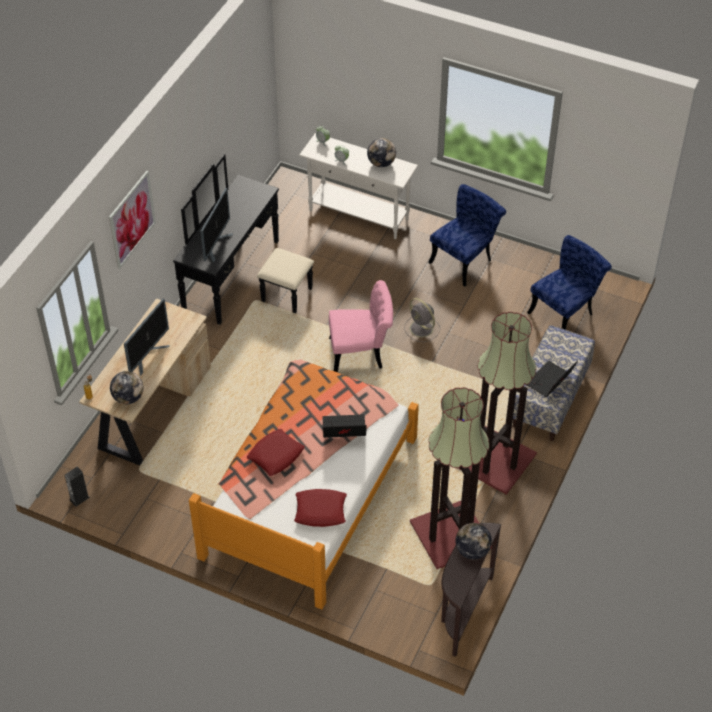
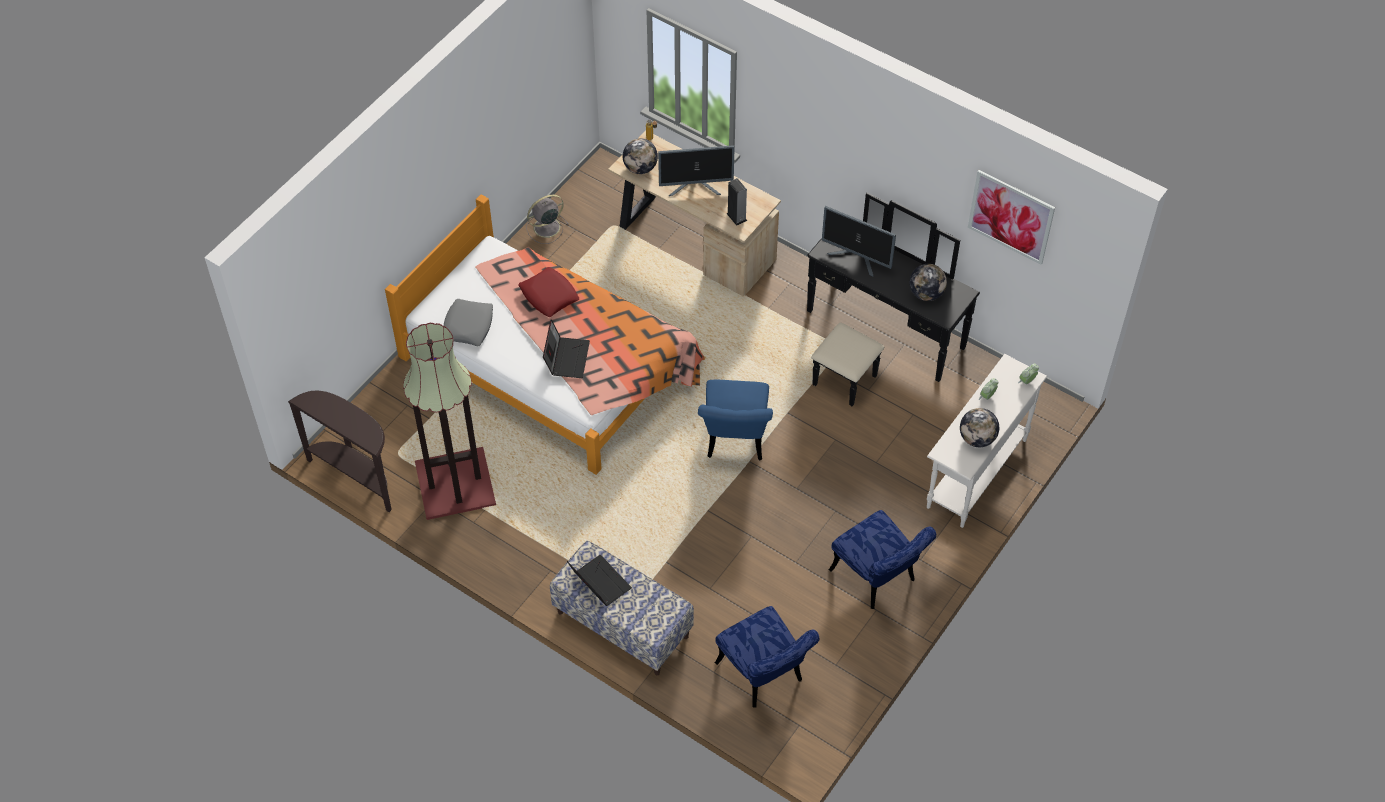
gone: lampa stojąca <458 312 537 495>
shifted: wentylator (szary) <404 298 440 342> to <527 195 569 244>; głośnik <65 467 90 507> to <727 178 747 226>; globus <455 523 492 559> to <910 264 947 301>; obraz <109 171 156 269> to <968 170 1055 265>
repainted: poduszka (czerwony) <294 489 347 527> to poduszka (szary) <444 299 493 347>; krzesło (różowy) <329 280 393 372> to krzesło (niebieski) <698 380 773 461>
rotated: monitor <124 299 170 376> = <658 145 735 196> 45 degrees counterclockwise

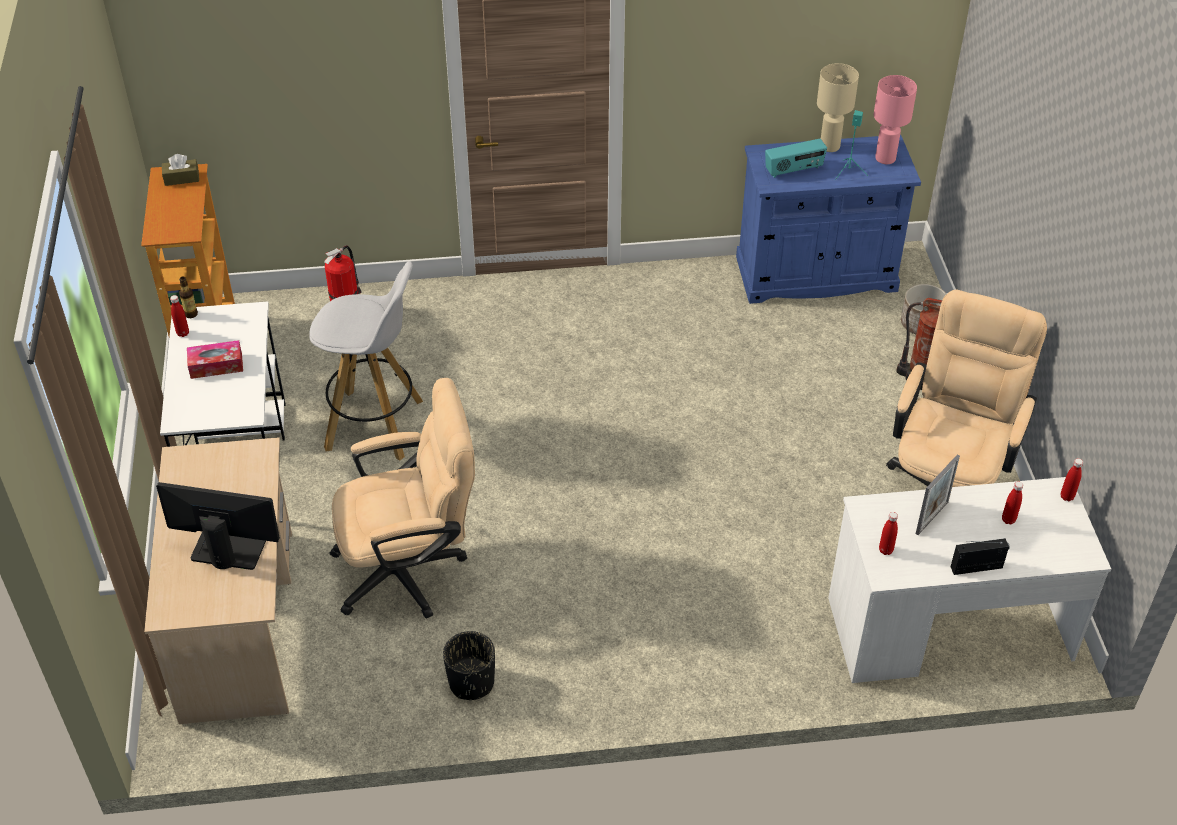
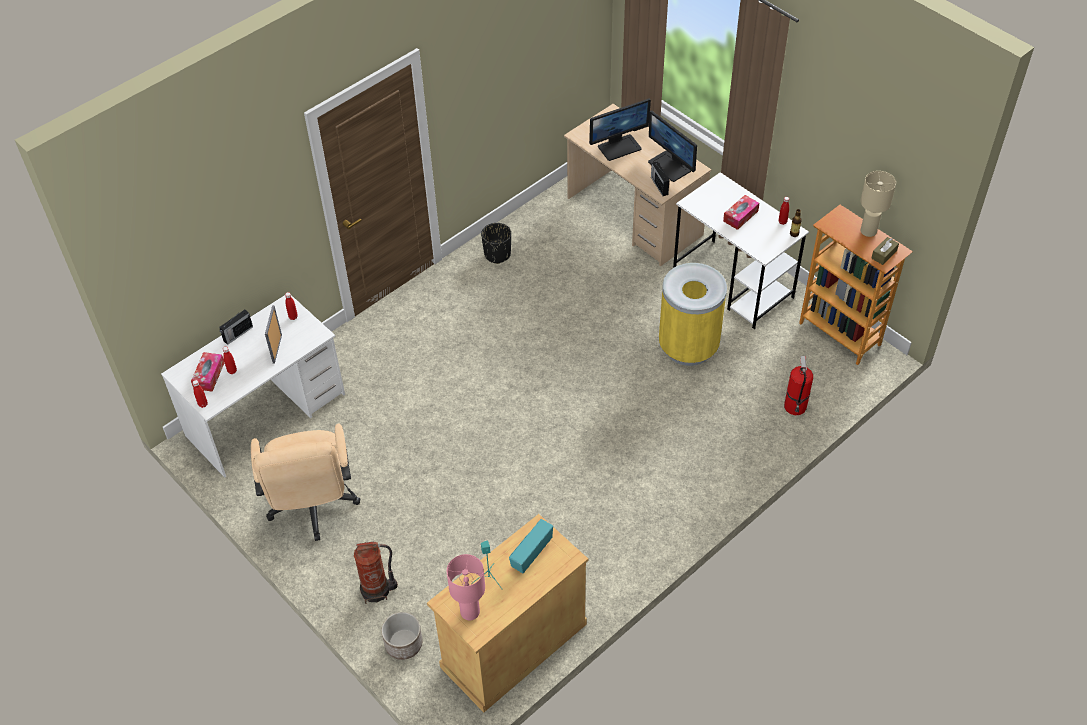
gone: krzesło biurowe (beżowy) <329 378 475 619>
new: pudełko chusteczek <191 352 225 392>; monitor <648 110 697 182>; radio <651 161 669 196>
shifted: lampa stołowa (beżowy) <817 63 859 152> to <860 171 896 237>
swapped: stołek (biały) <309 261 423 461> to kosz na śmieci (żółty) <659 263 727 366>
repainted: szafka (niebieski) <736 135 921 304> to szafka (beżowy) <427 514 588 713>

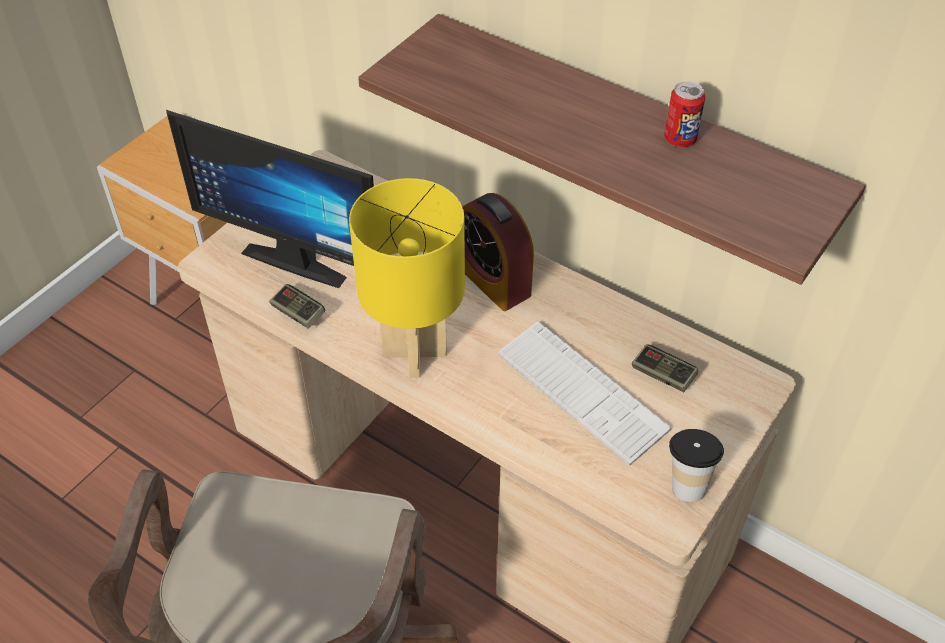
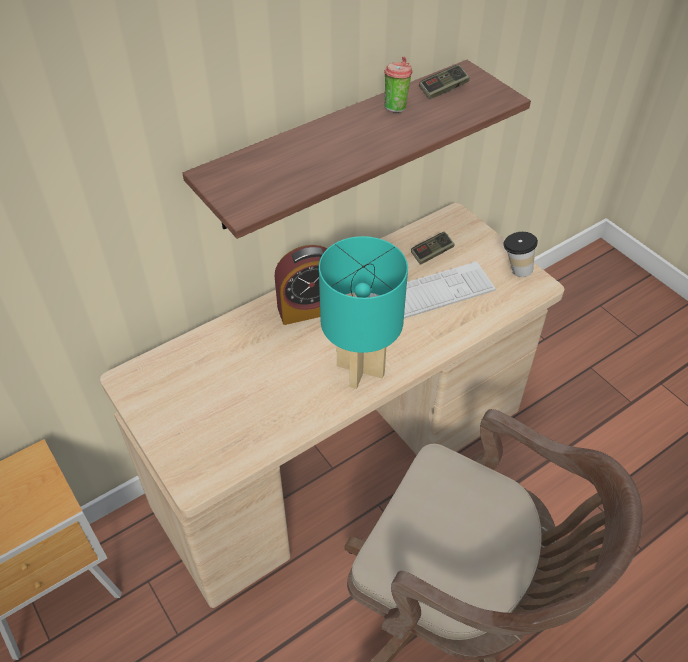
gone: monitor <166 110 374 288>
shifted: pad do gier <269 284 325 329> to <419 65 469 100>
swapped: puszka <664 81 705 147> to filiżanka <384 57 412 113>
repainted: lampa stołowa (żółty) <349 178 465 378> to lampa stołowa (turkusowy) <319 236 408 389>

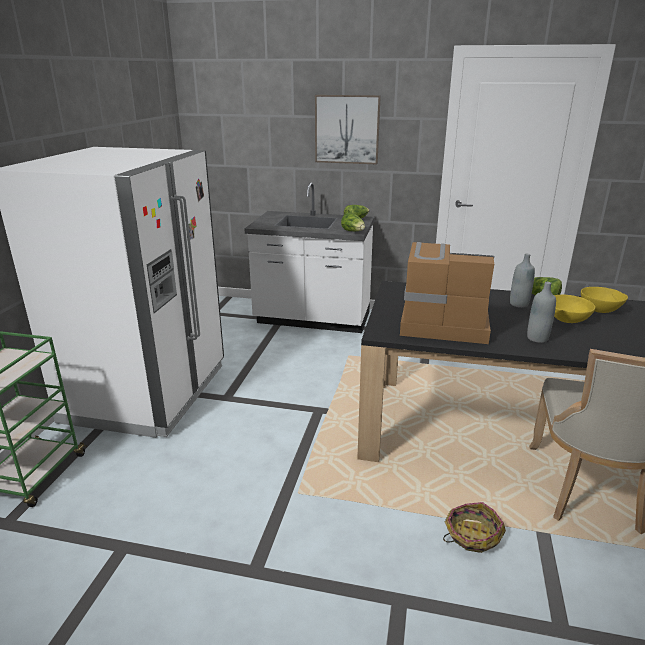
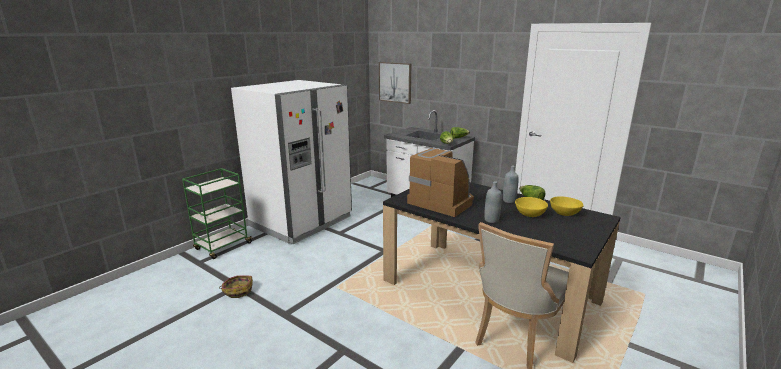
shifted: koszyk <443 502 506 553> to <220 275 253 298>; obraz <315 95 381 164> to <379 62 411 104>

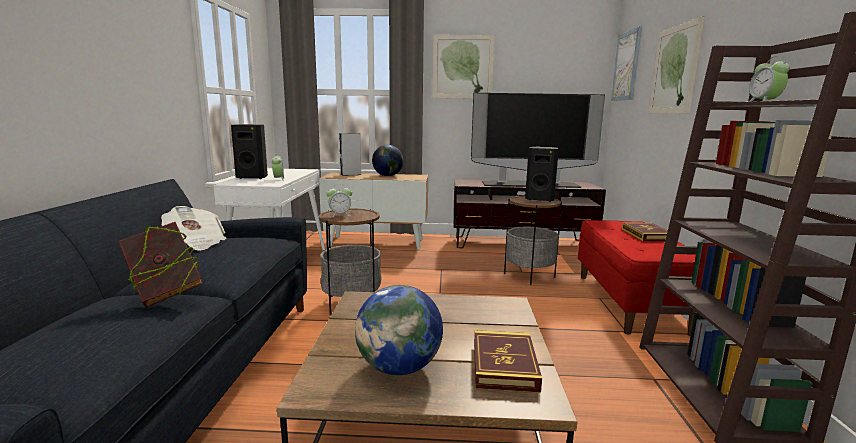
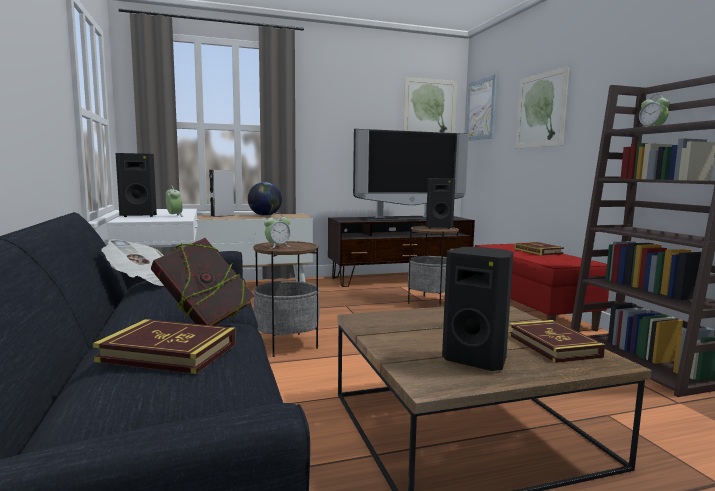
new: książka <93 319 236 374>
shifted: obraz <433 35 495 99> to <403 77 457 133>
swapped: globus <355 285 443 375> to głośnik (czarny) <442 247 513 371>

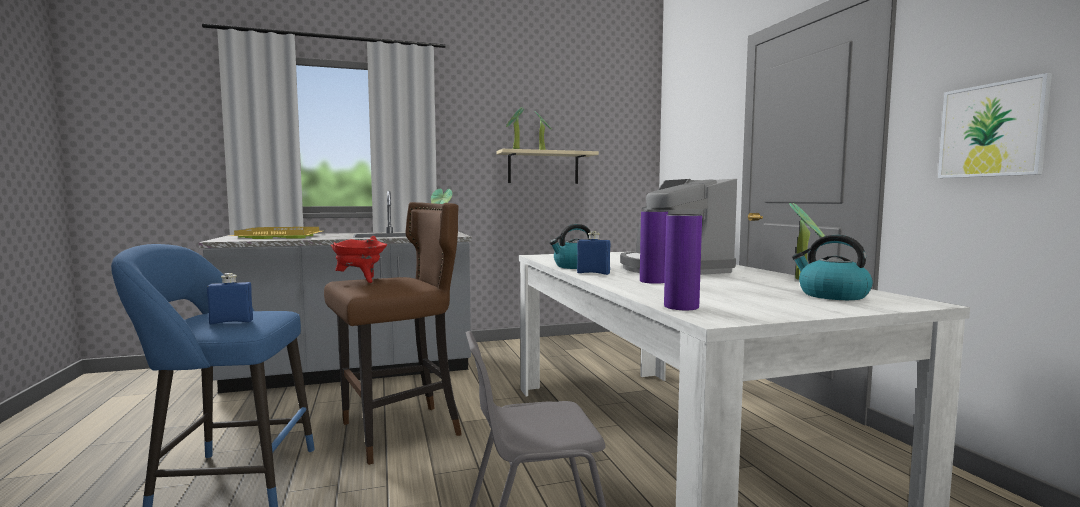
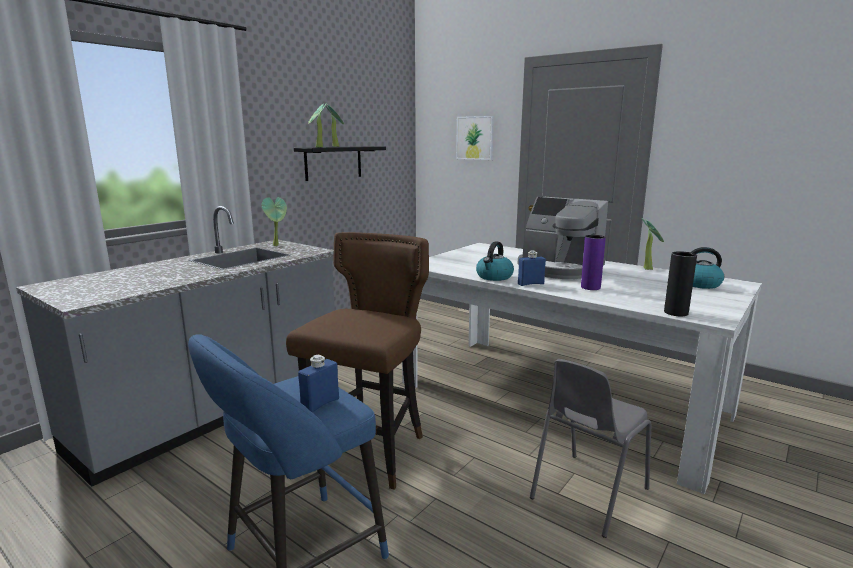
gone: taca (żółty) <231 227 322 239>; garnek (czerwony) <331 236 387 283>
shifted: obraz <938 73 1052 178> to <456 116 494 160>
repainted: półka (beżowy) <496 149 599 184> to półka (czarny) <294 146 386 181>; wazon (fioletowy) <664 214 702 310> to wazon (czarny) <664 251 697 316>

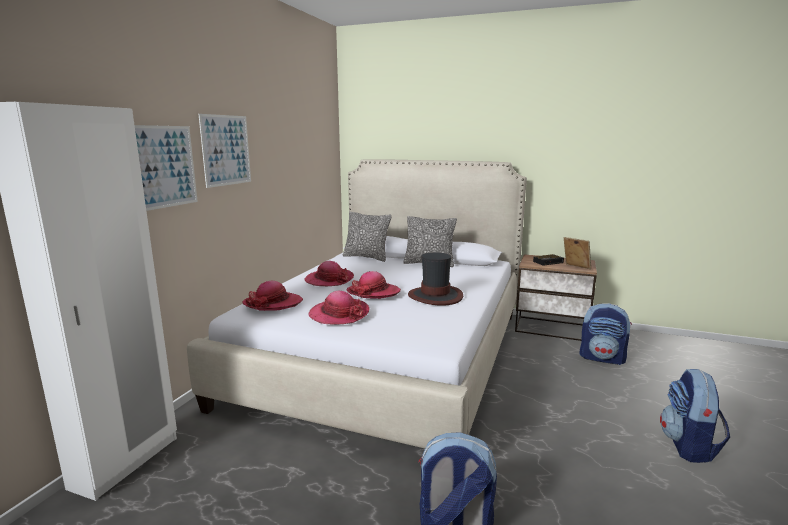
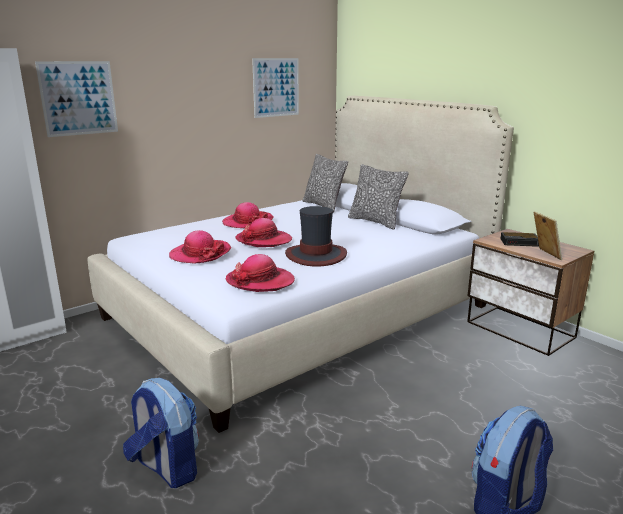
gone: plecak <579 303 632 365>
shifted: kapelusz <242 281 303 311> to <226 254 295 292>; obraz <199 114 251 188> to <252 58 299 118>

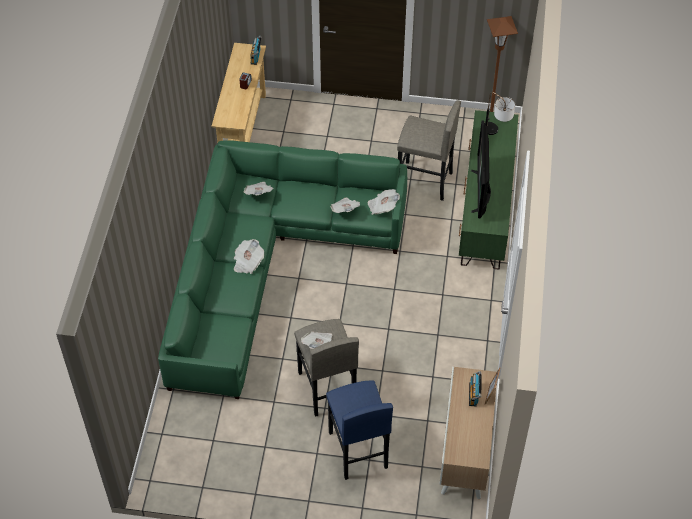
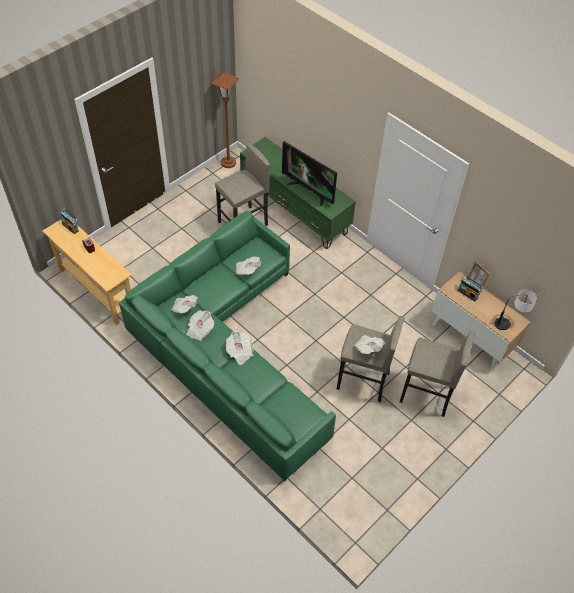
shifted: gazeta <368 189 400 215> to <186 310 214 341>; lampa stołowa <485 92 515 135> to <494 289 537 330>
repainted: stołek (niebieski) <326 381 393 480> to stołek (szary) <400 331 475 417>

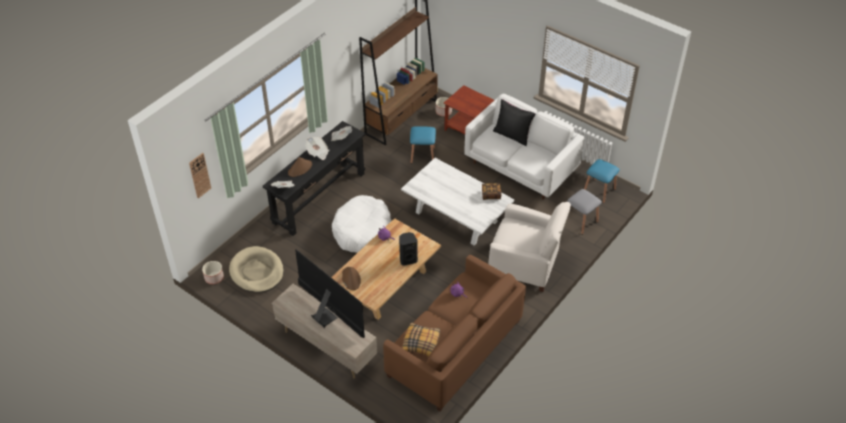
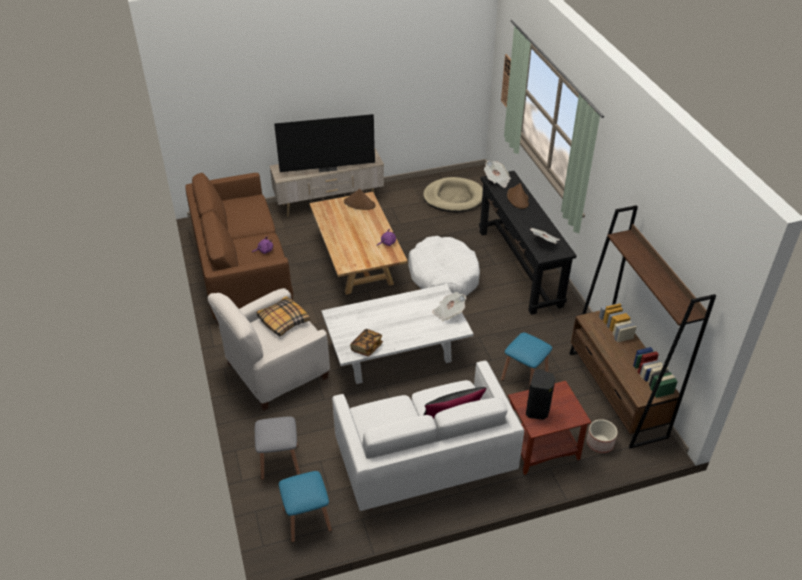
gone: donica <202 261 224 284>
shifted: poduszka <402 323 440 356> to <257 296 310 337>; gazeta <305 137 330 160> to <432 292 467 321>; głośnik (czarny) <399 232 418 266> to <526 369 555 420>

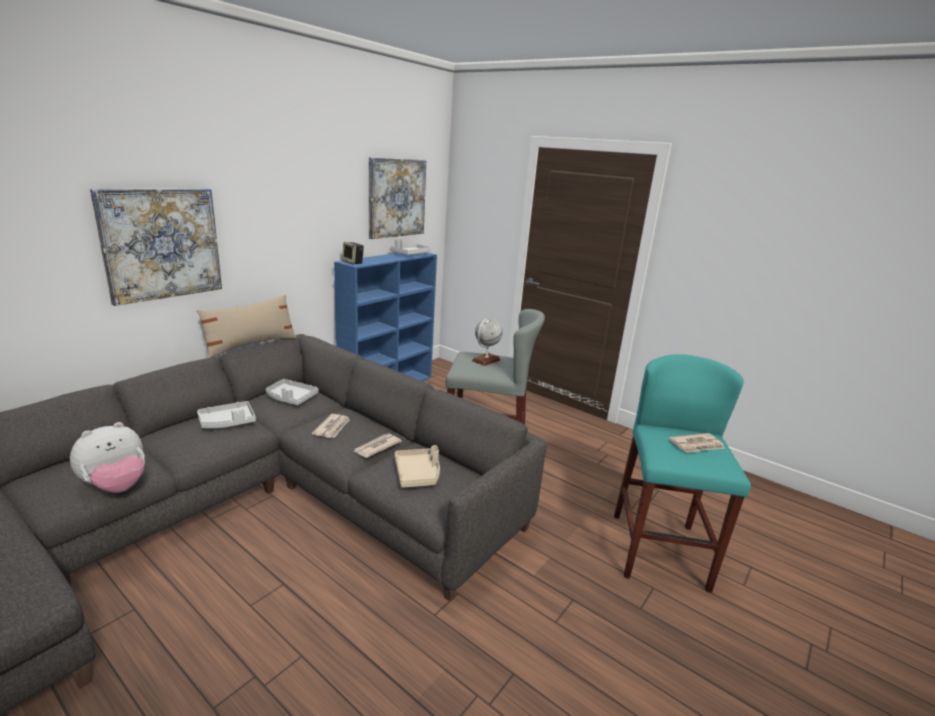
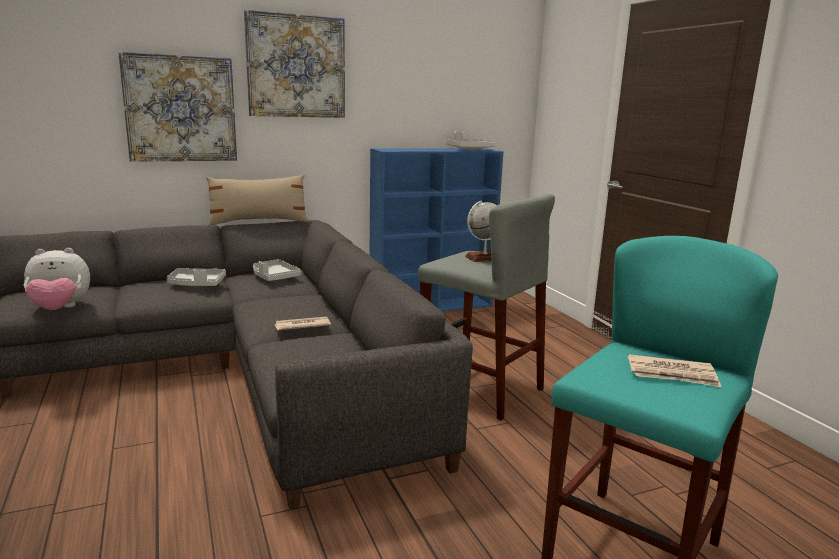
gone: gazeta <312 414 350 438>; głośnik <342 242 364 264>; taca (beżowy) <395 445 440 488>
shifted: obraz <369 157 426 239> to <244 10 345 118>

